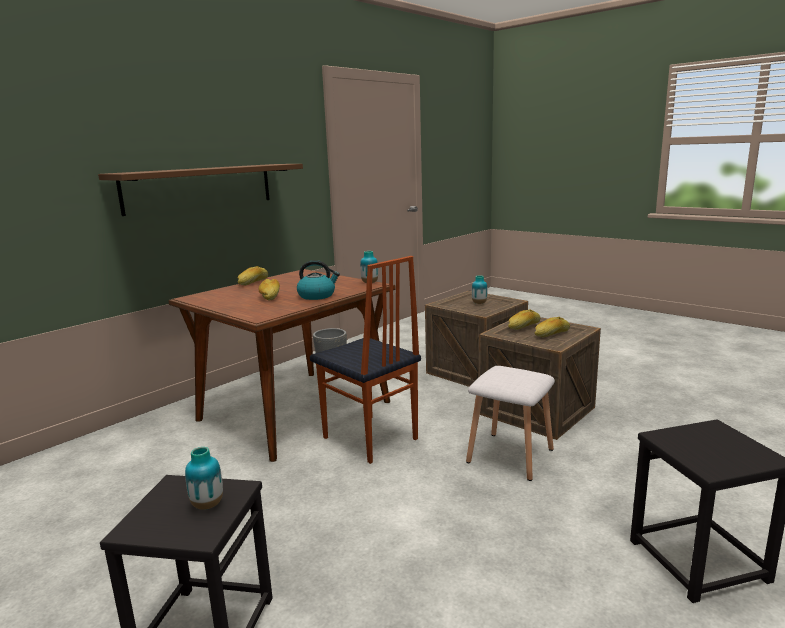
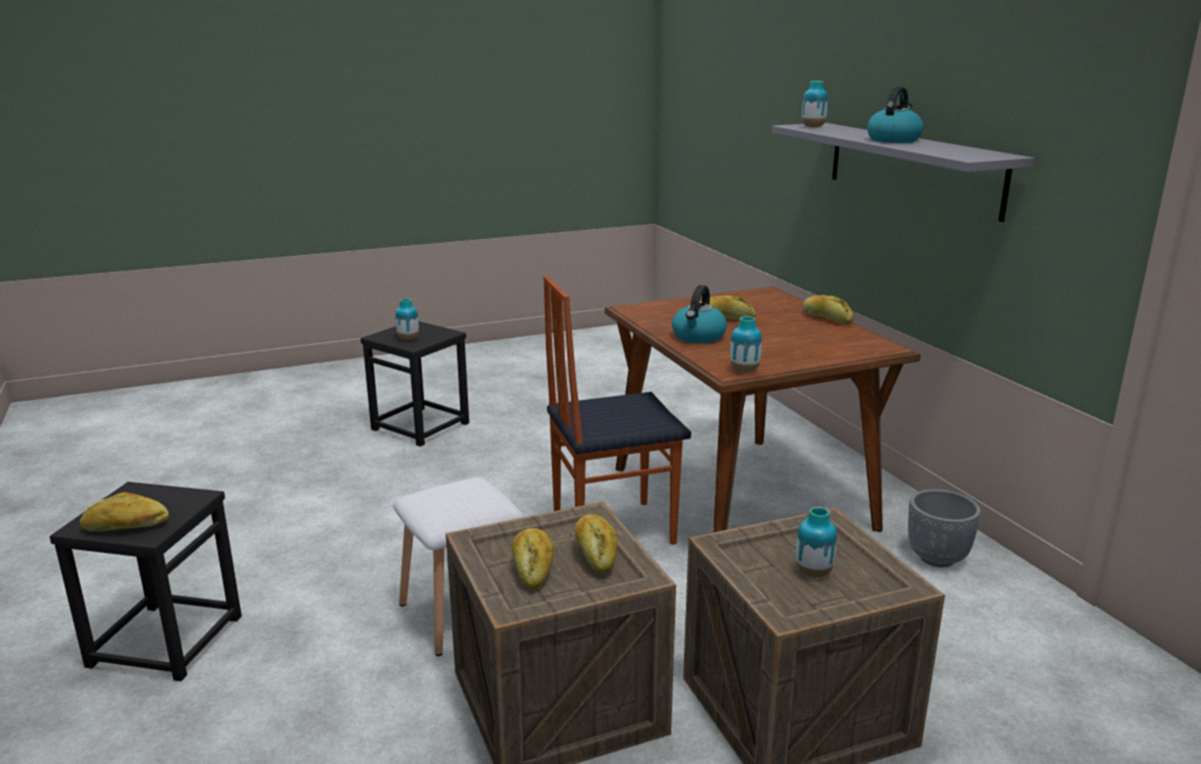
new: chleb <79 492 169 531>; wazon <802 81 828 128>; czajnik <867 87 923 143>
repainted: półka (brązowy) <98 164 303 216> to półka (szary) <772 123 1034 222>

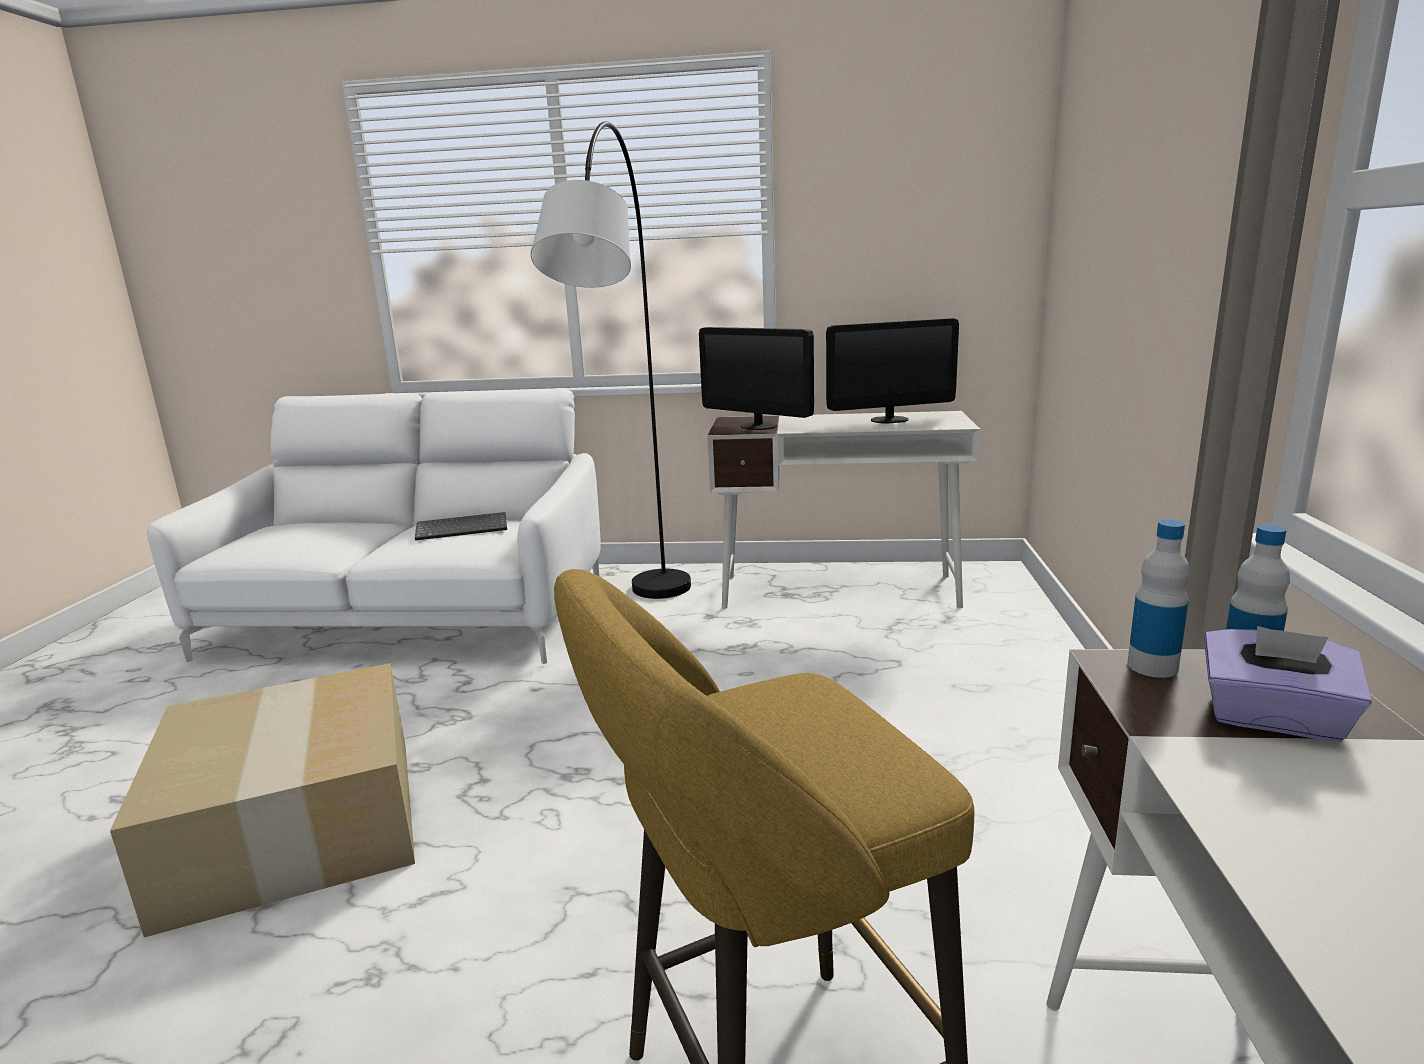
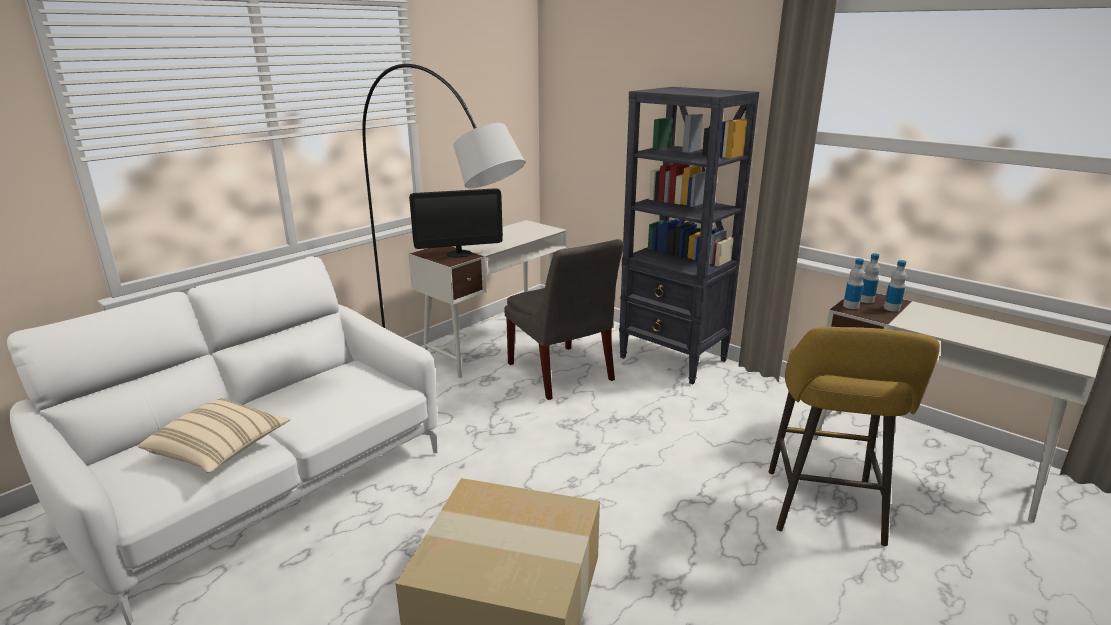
gone: klawiatura <415 512 507 541>; monitor <826 318 959 424>
new: poduszka (beżowy) <138 398 290 473>; krzesło (szary) <504 239 624 400>; regał (czarny) <619 87 759 385>
swapped: pudełko chusteczek (fioletowy) <1204 626 1372 742> to butelka <884 260 907 312>

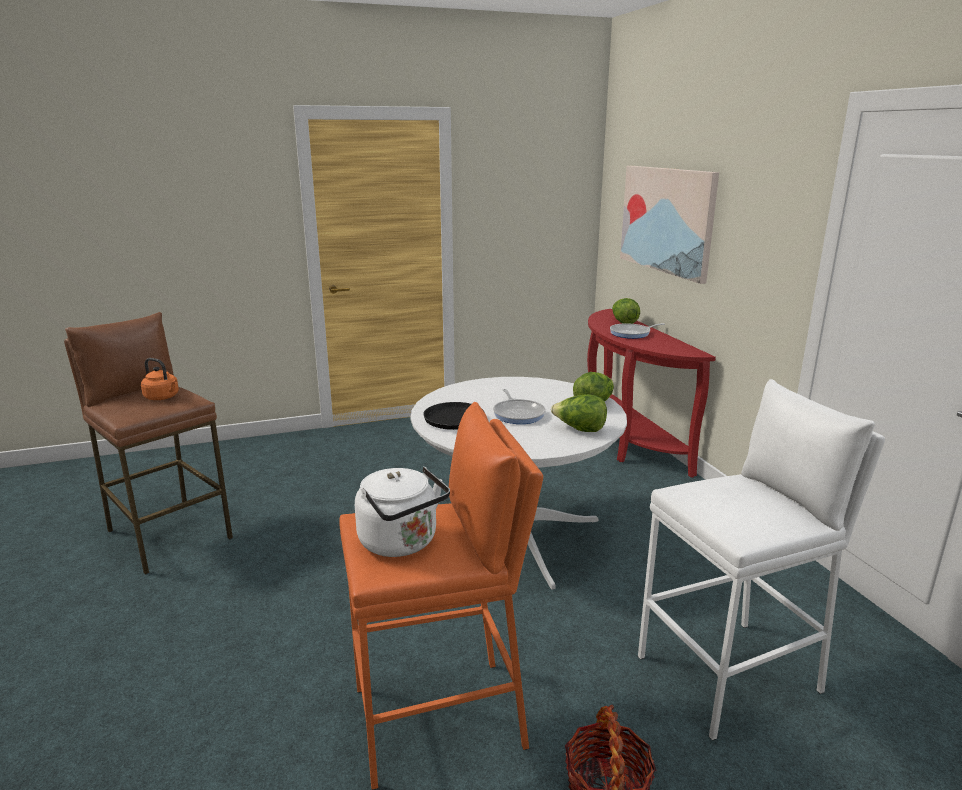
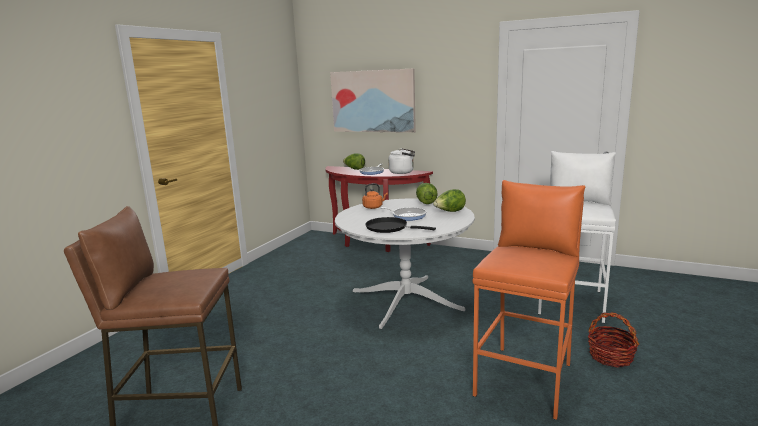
shifted: czajnik (pomarańczowy) <141 358 179 400> to <362 183 388 209>; czajnik (biały) <355 467 450 557> to <388 148 415 174>

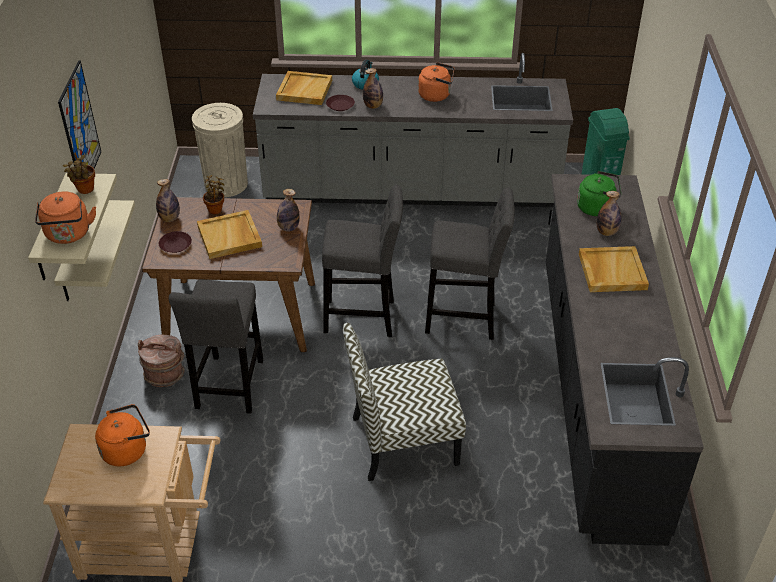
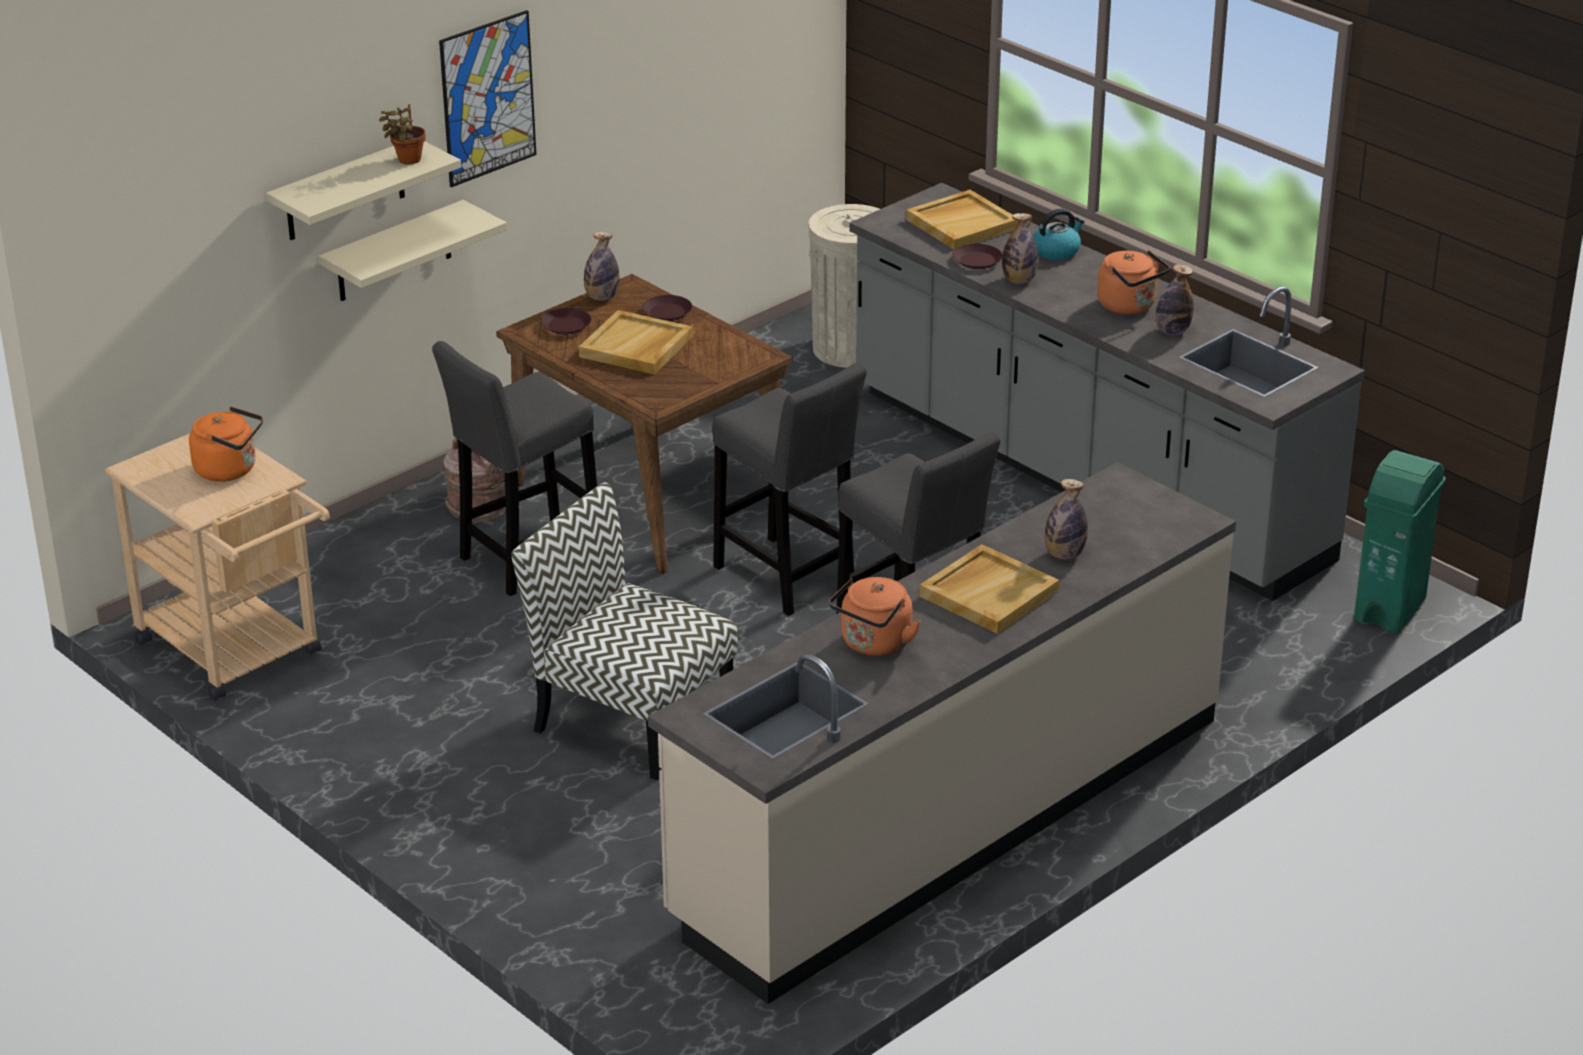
gone: czajnik (zielony) <577 171 621 216>
shifted: czajnik (pomarańczowy) <35 192 96 244> to <829 577 921 656>; butelka <277 189 300 232> to <1156 264 1194 335>
swapped: roślina doniczkowa <203 175 224 214> to talerz (brązowy) <642 295 692 321>
repainted: zabudowa kuchenna (czarny) <546 174 704 546> to zabudowa kuchenna (beżowy) <648 462 1236 1004>

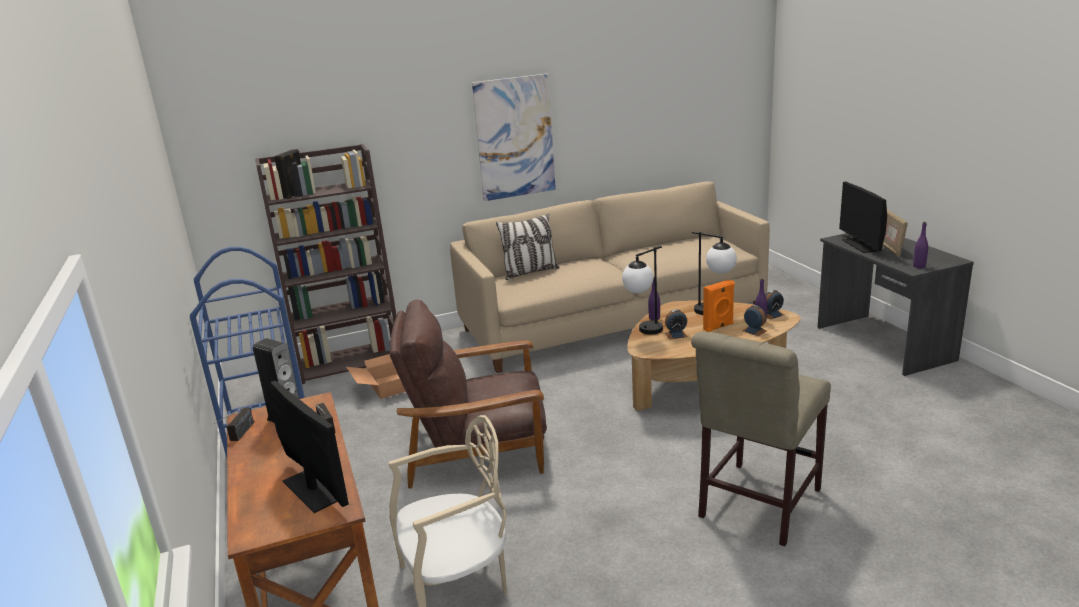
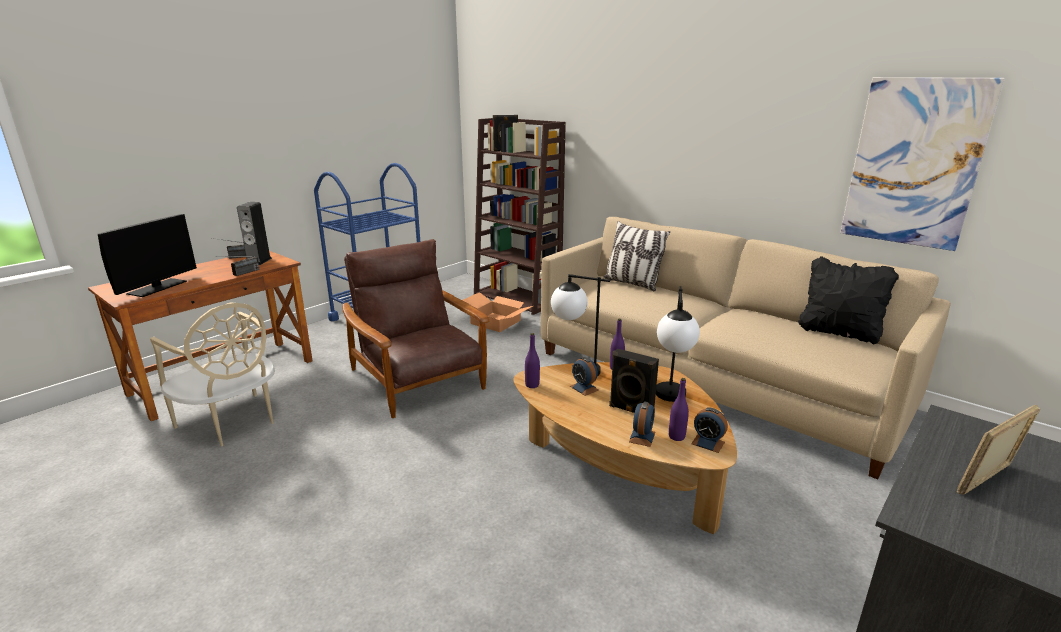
gone: krzesło (beżowy) <691 332 831 546>; monitor <839 182 887 253>
new: poduszka (czarny) <798 256 899 344>
shifted: butelka (fioletowy) <913 222 928 268> to <525 333 540 388>; obraz <472 74 556 201> to <840 77 1005 251>
repainted: głośnik (pomarańczowy) <703 280 735 332> to głośnik (czarny) <609 348 659 413>

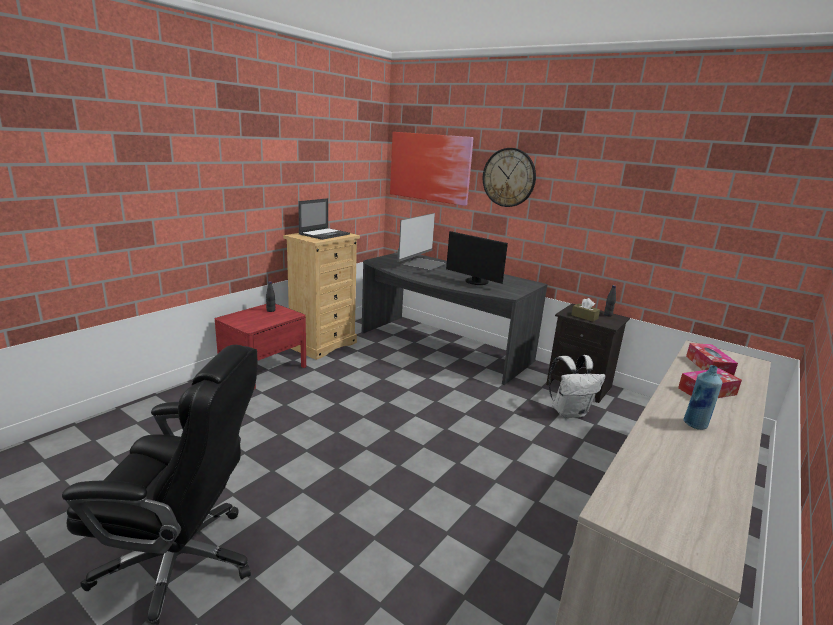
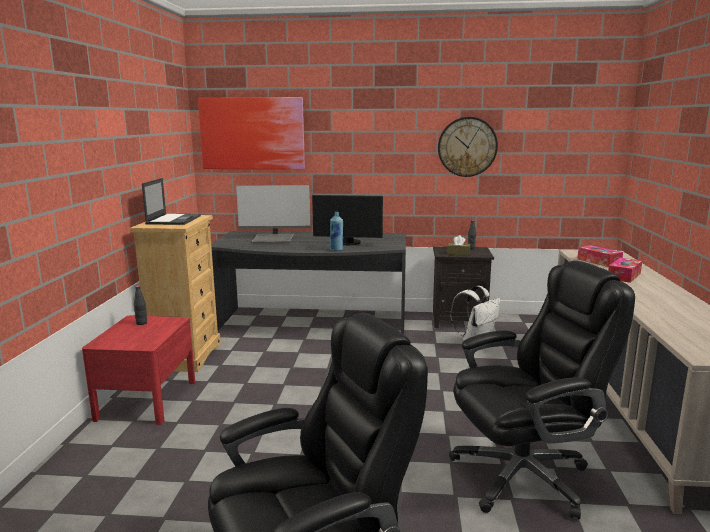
new: krzesło biurowe (czarny) <449 261 635 519>
shifted: butelka (niebieski) <683 365 723 430> to <330 212 343 251>; zegar ścienny <483 148 536 207> to <438 117 498 177>
rotated: monitor <397 213 446 270> = <236 185 311 242> 90 degrees clockwise

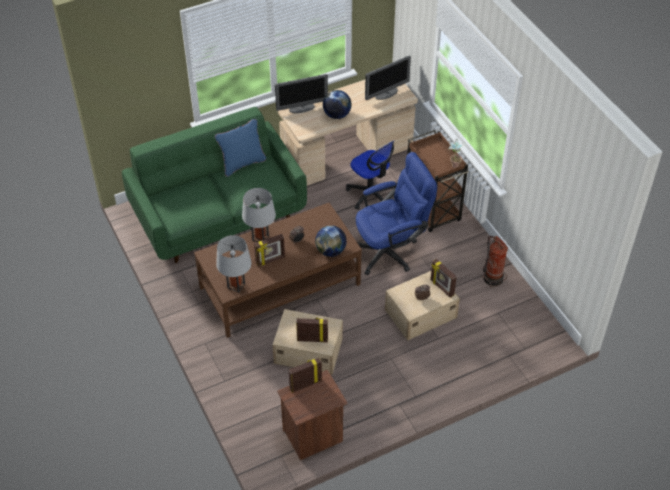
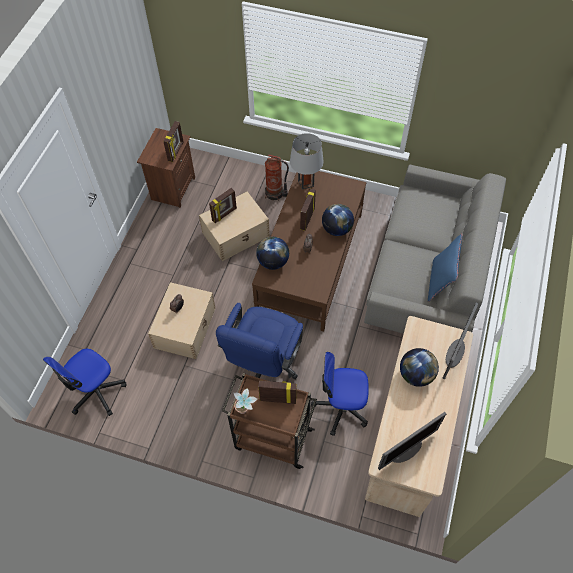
new: krzesło biurowe <43 349 126 416>
shifted: ramka na zdjęcie <431 259 457 298> to <258 381 297 404>; gaśnica <481 236 508 288> to <265 154 289 201>
swapped: lampa stołowa (szary) <242 188 276 242> to globus <322 204 354 236>
repainted: kanapa (zielony) <122 107 307 263> to kanapa (szary) <364 164 506 334>
rotated: monitor <365 55 411 100> = <378 412 446 470> 135 degrees counterclockwise

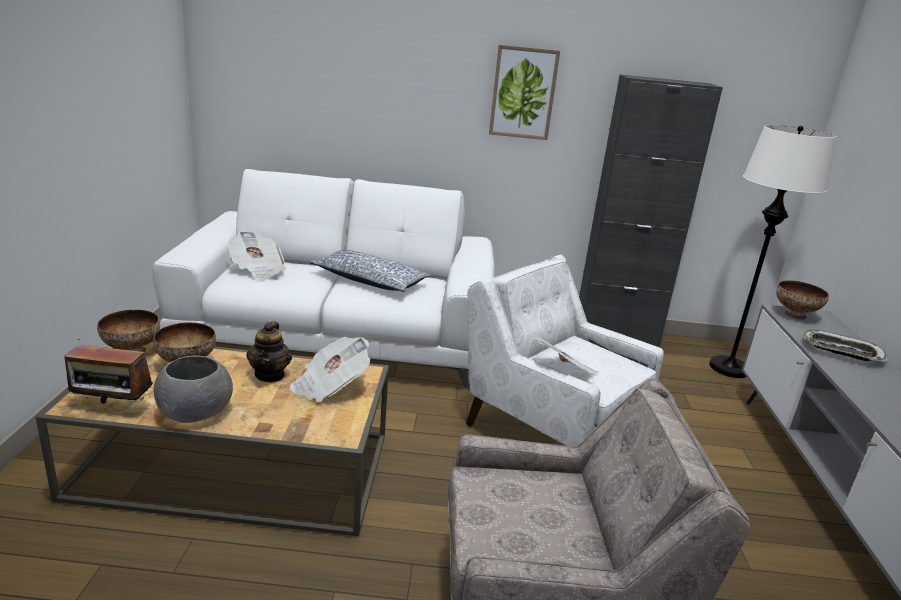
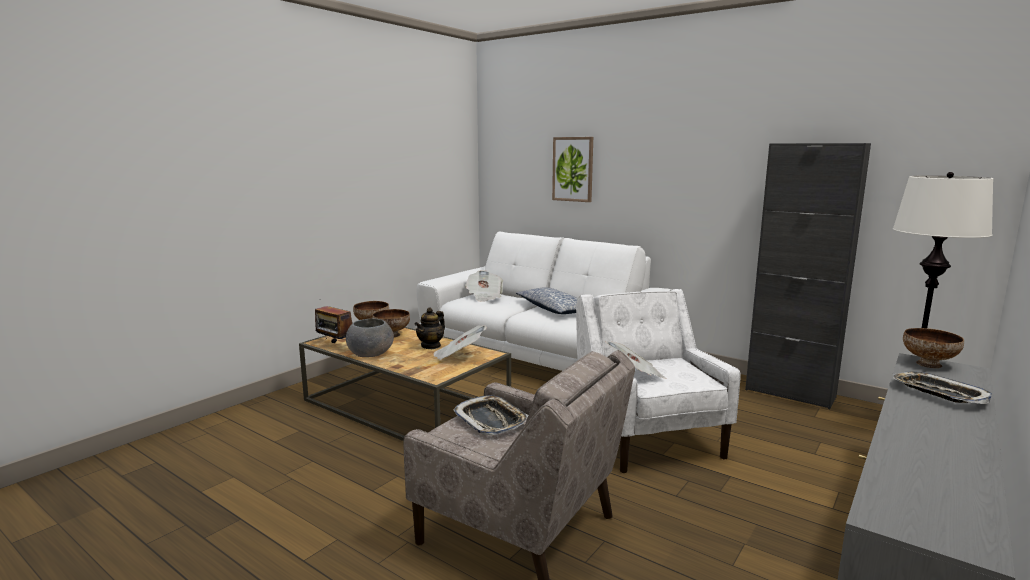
new: taca <453 395 528 436>
shifted: obraz <489 45 560 140> to <552 137 593 202>

